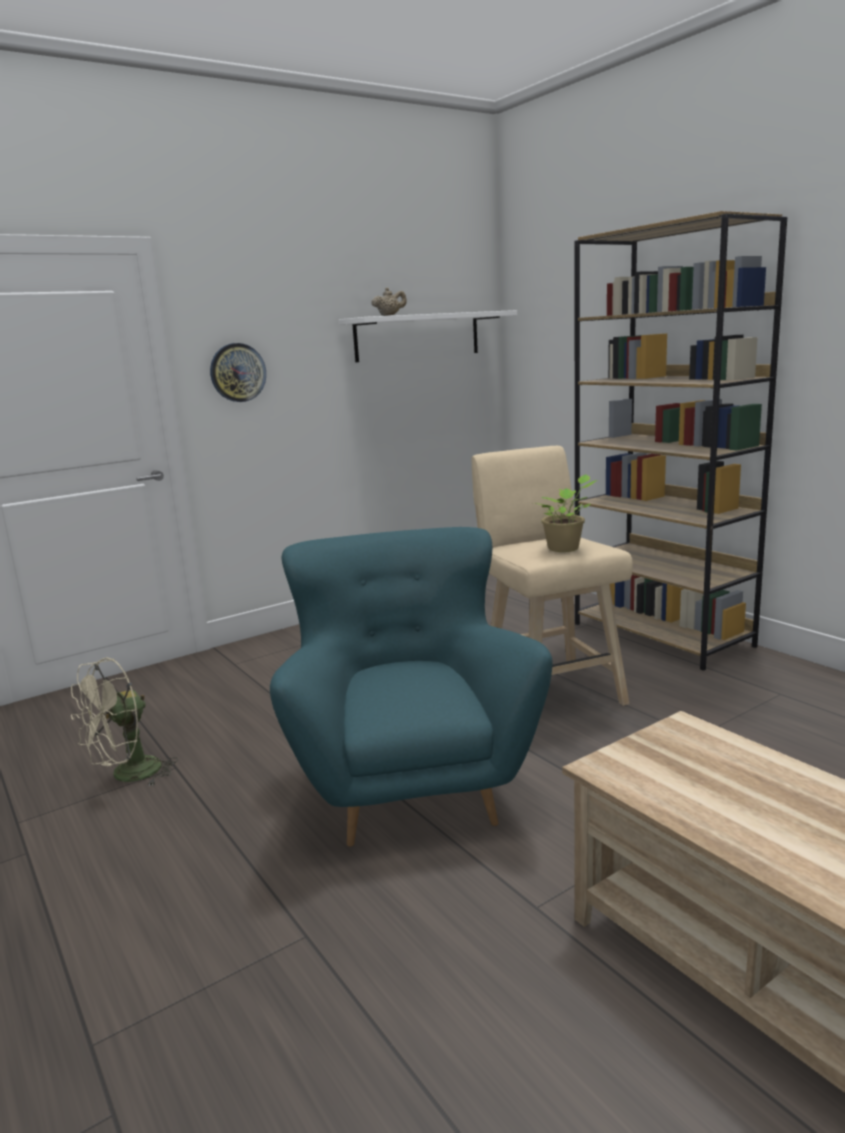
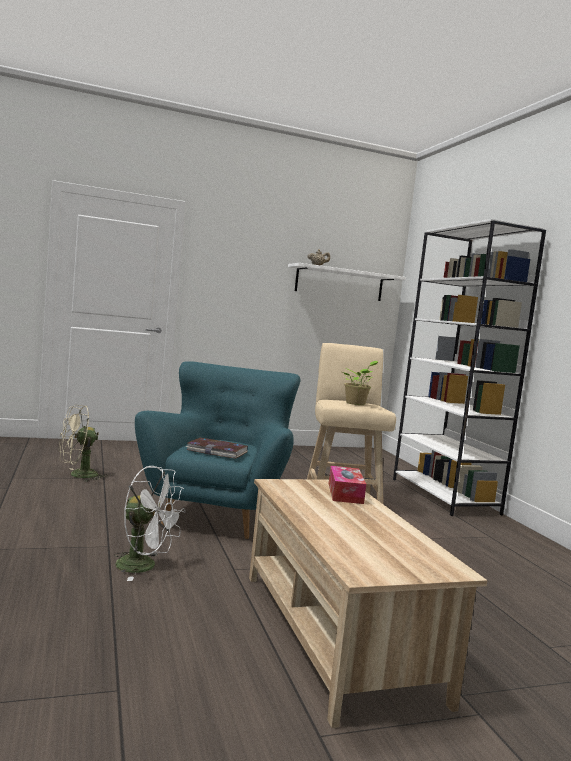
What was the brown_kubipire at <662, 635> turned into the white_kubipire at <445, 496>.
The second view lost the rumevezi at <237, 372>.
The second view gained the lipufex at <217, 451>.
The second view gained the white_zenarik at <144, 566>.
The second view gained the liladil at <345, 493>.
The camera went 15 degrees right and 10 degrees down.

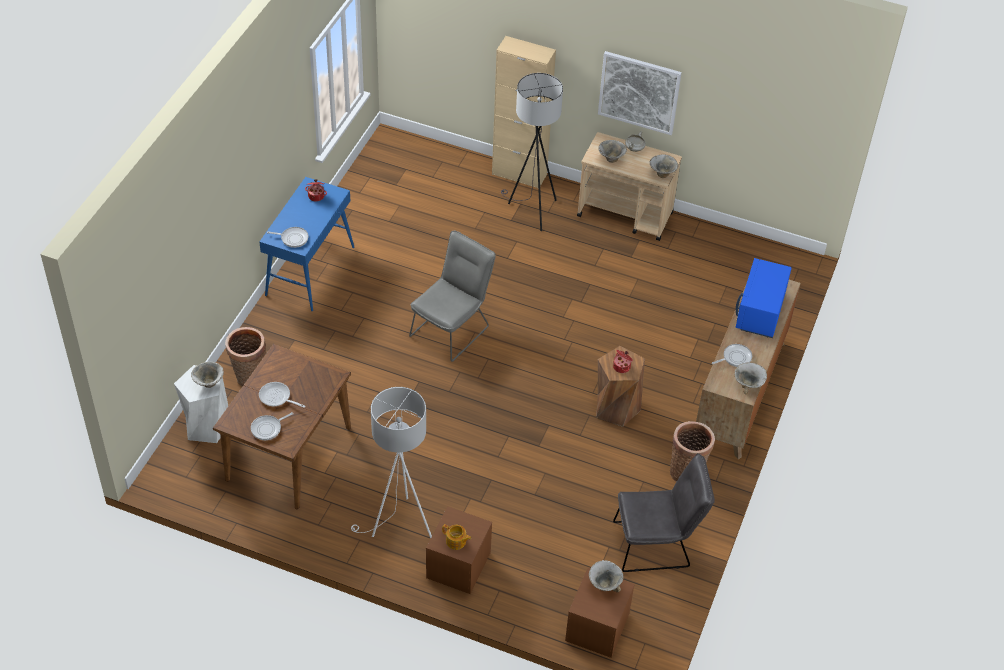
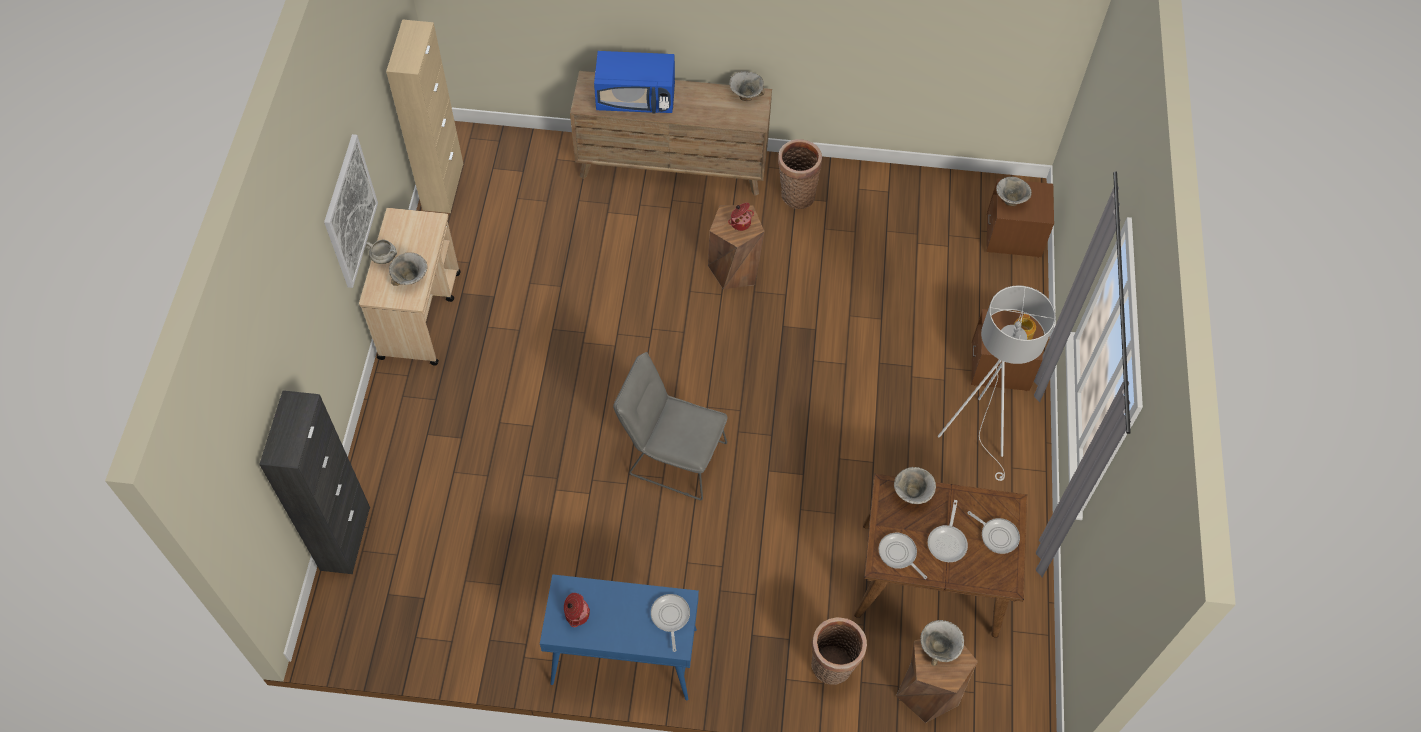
The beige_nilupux ended up elsewhere, having gone from <519, 174> to <443, 186>.
The second view lost the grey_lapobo at <531, 211>.
The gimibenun ended up elsewhere, having gone from <662, 174> to <911, 494>.
The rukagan ended up elsewhere, having gone from <735, 357> to <899, 554>.
What was the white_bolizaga at <206, 426> turned into the brown_bolizaga at <928, 691>.
The second view lost the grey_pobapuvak at <657, 544>.
The second view gained the black_nilupux at <345, 538>.
The camera went 105 degrees left and 10 degrees up.

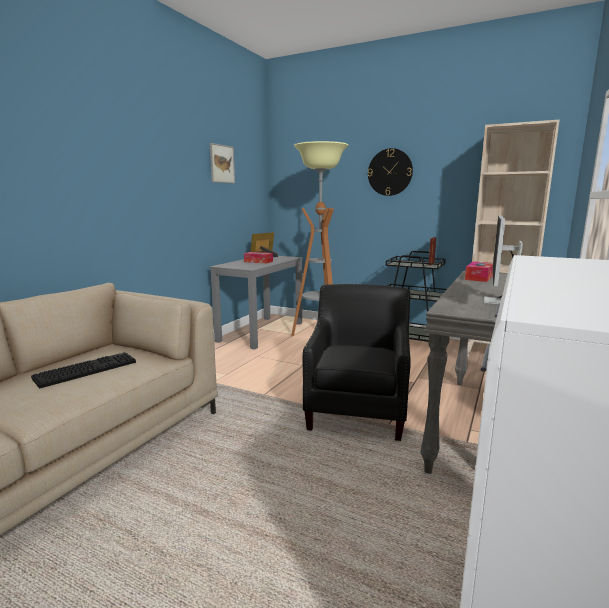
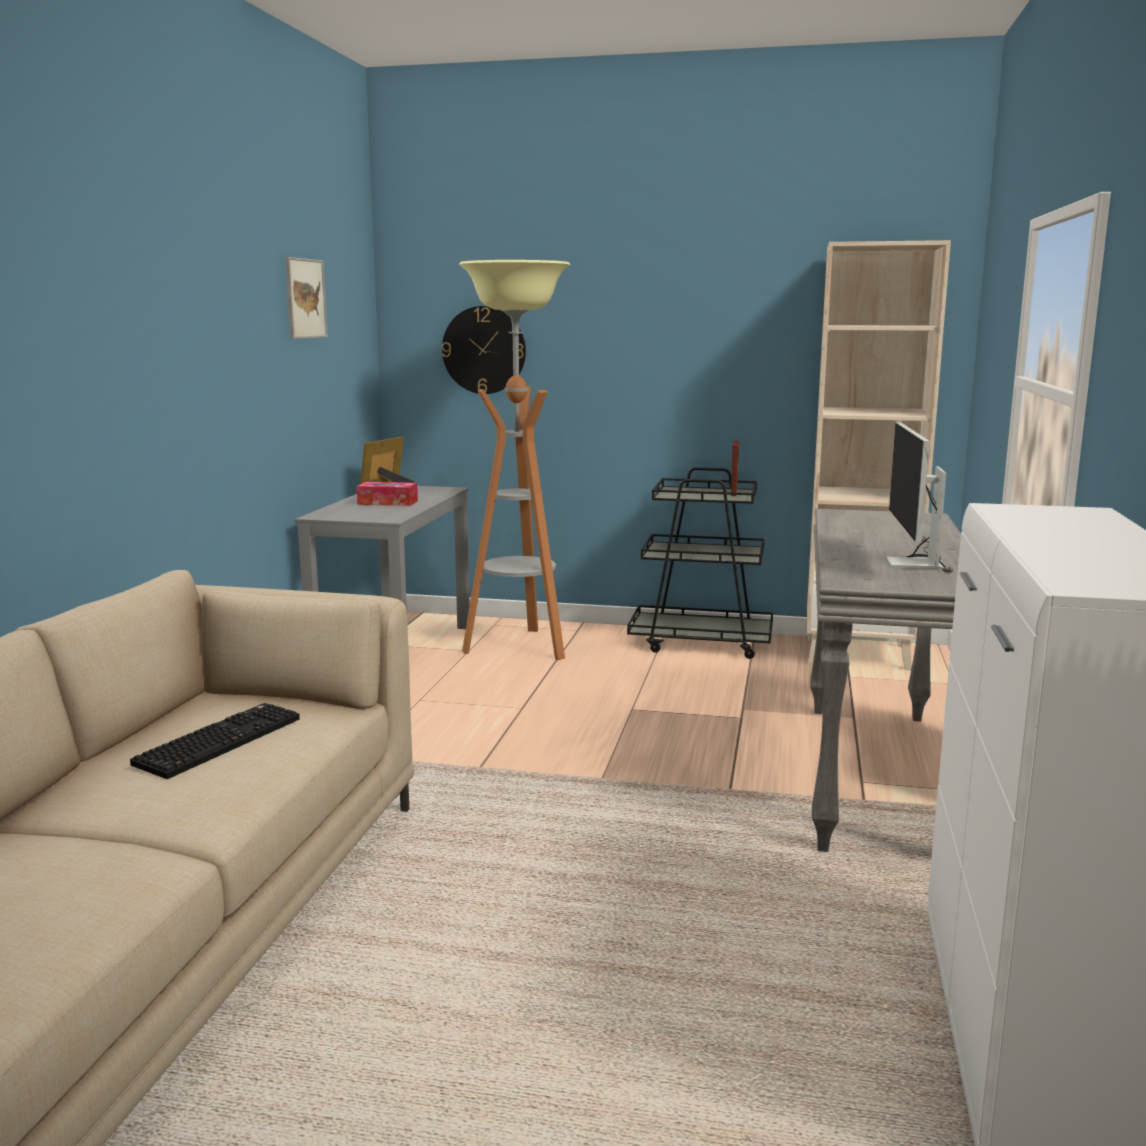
The rumevezi ended up elsewhere, having gone from <390, 172> to <484, 350>.
The second view lost the liladil at <479, 277>.
The second view lost the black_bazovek at <358, 411>.
The camera went 15 degrees left and 0 degrees up.

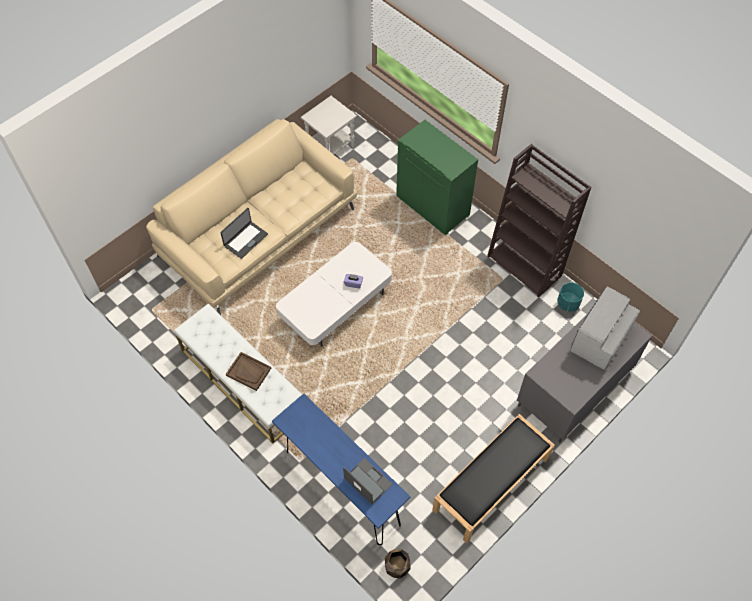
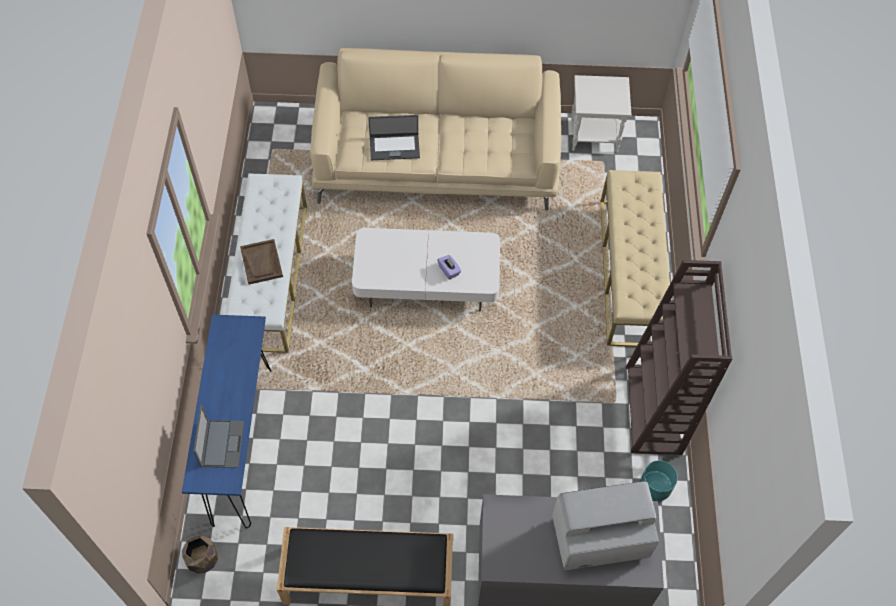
Where the green_nilupux stood at <433, 205>, the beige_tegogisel came to stand at <630, 272>.
The camera went 45 degrees right and 0 degrees up.

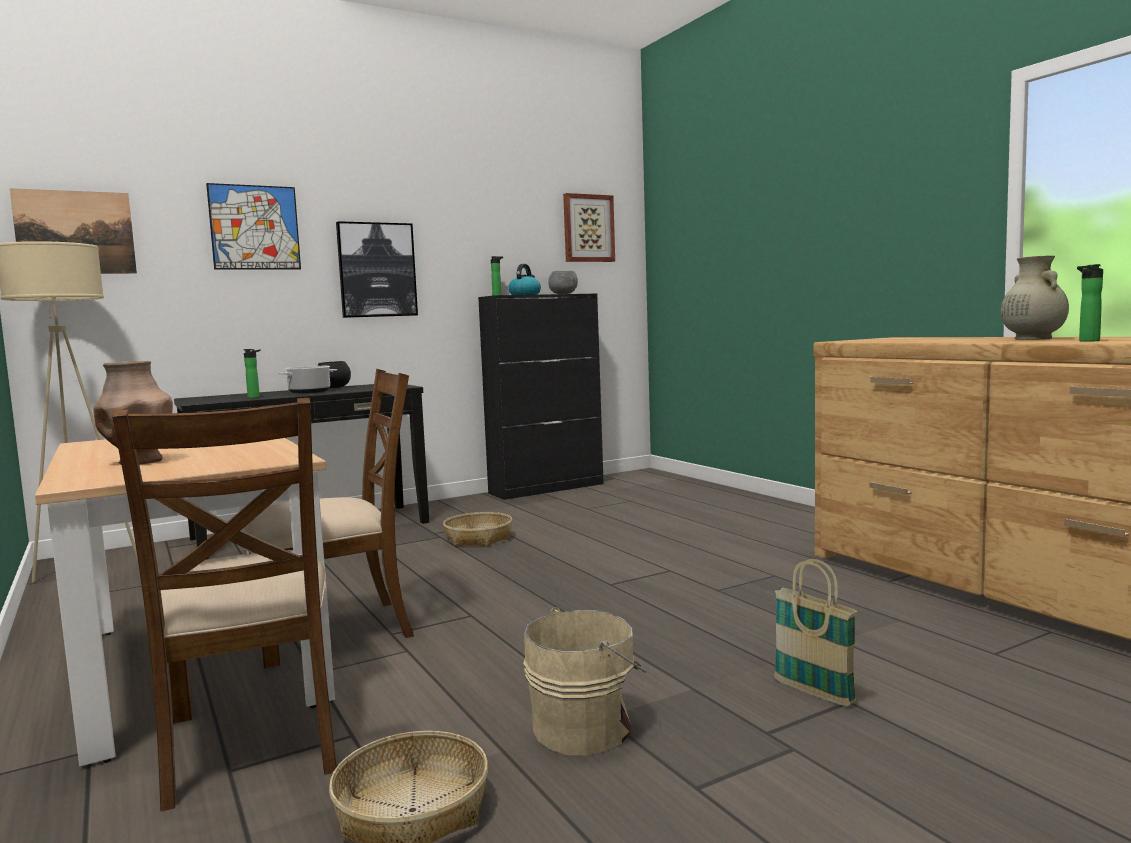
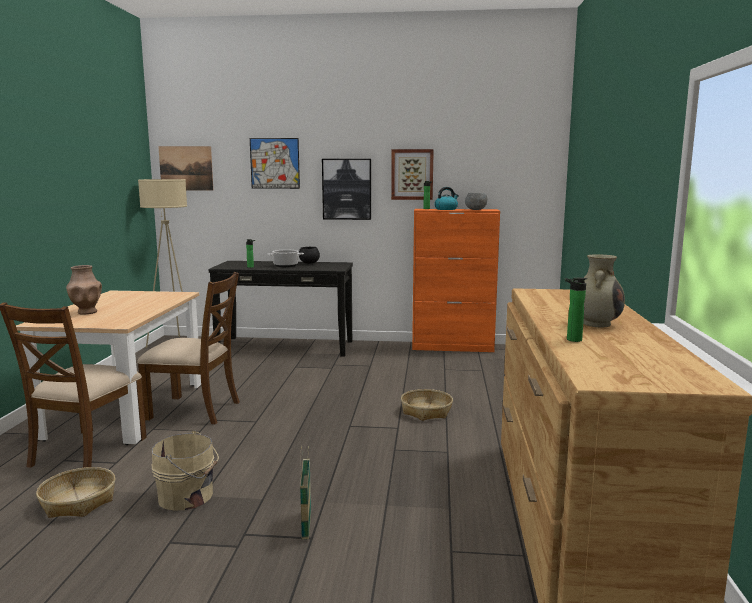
The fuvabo ended up elsewhere, having gone from <588, 228> to <412, 174>.
What was the black_nilupux at <547, 488> turned into the orange_nilupux at <453, 347>.
The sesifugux ended up elsewhere, having gone from <478, 538> to <426, 411>.
The camera went 35 degrees right and 5 degrees up.

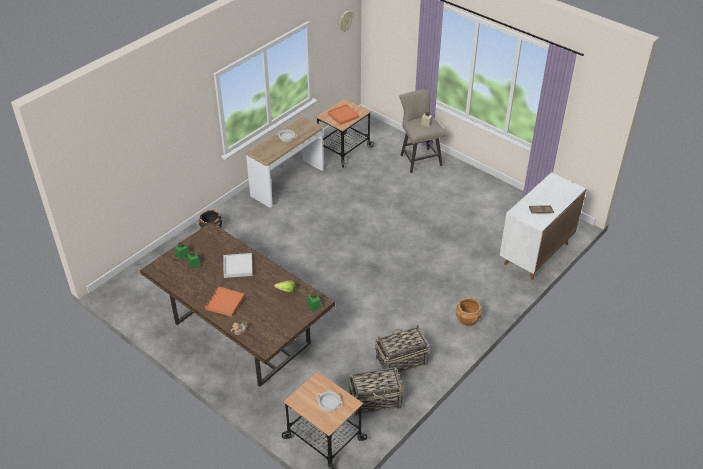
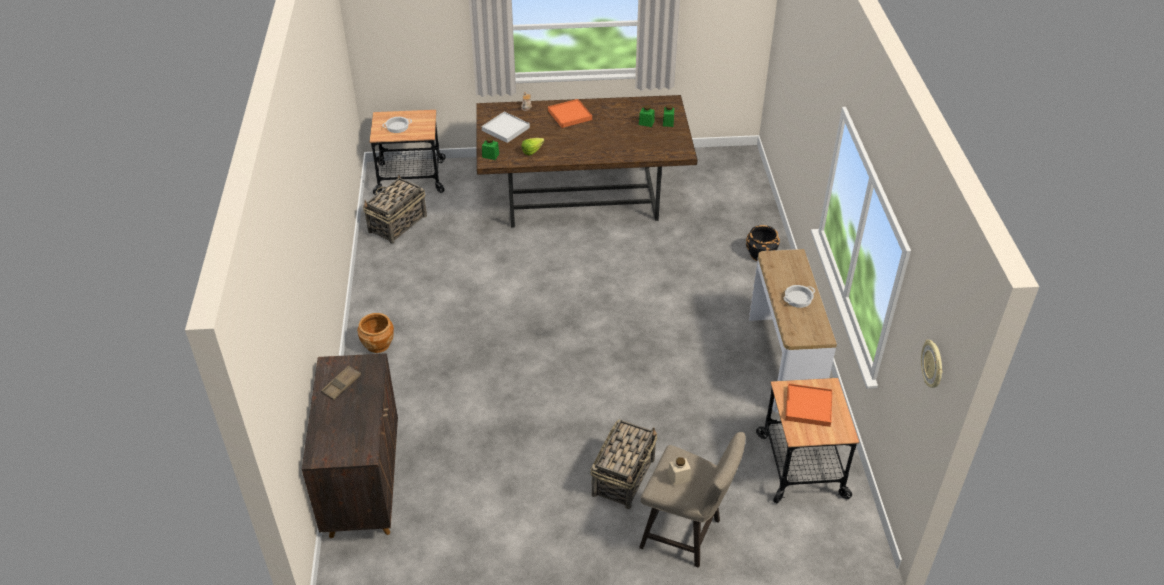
What was the white_nilupux at <536, 254> turned into the brown_nilupux at <364, 486>.
The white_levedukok ended up elsewhere, having gone from <238, 266> to <505, 129>.
The sesifugux ended up elsewhere, having gone from <401, 361> to <624, 476>.
The camera went 135 degrees right and 0 degrees up.

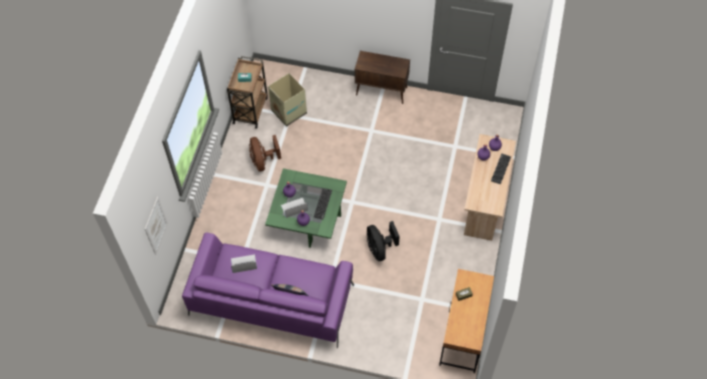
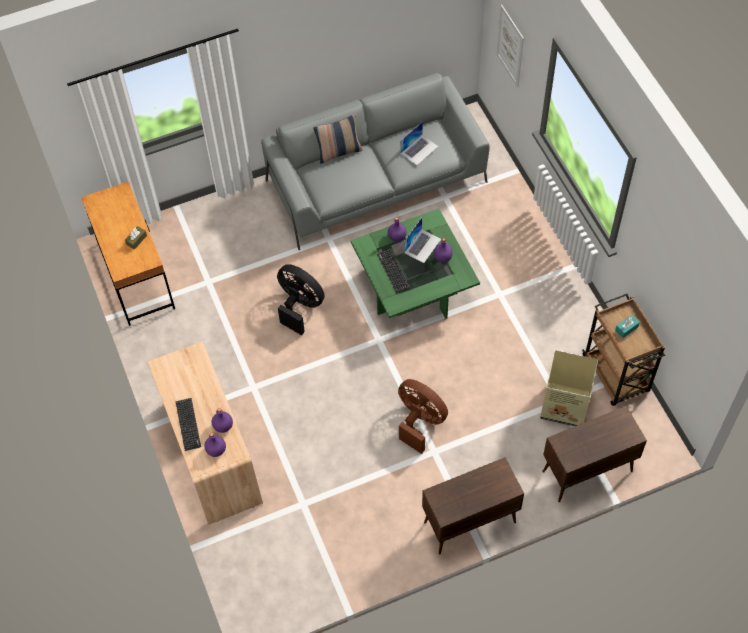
The brown_zenarik ended up elsewhere, having gone from <263, 161> to <419, 421>.
What was the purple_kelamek at <271, 299> turned into the grey_kelamek at <376, 181>.
The second view gained the brown_nilupux at <586, 472>.
The camera went 145 degrees right and 0 degrees up.

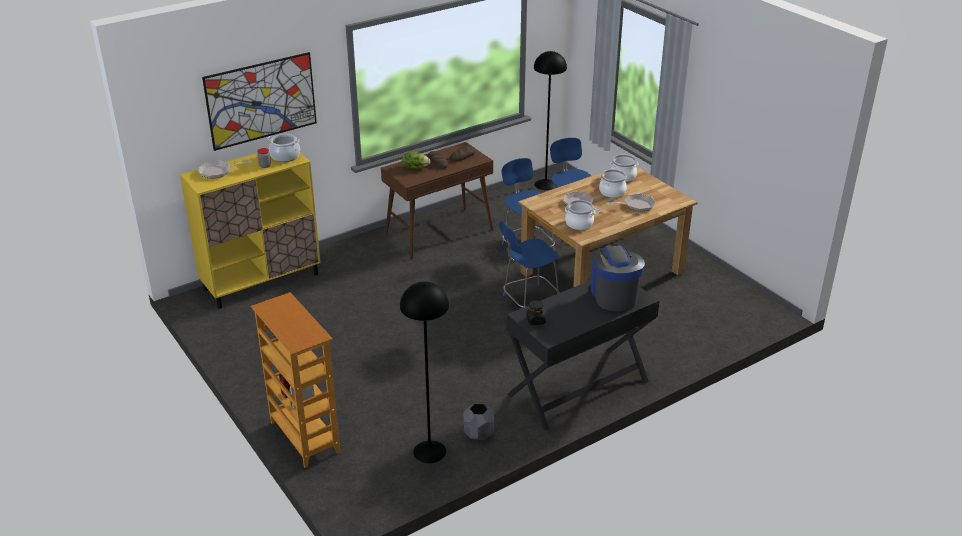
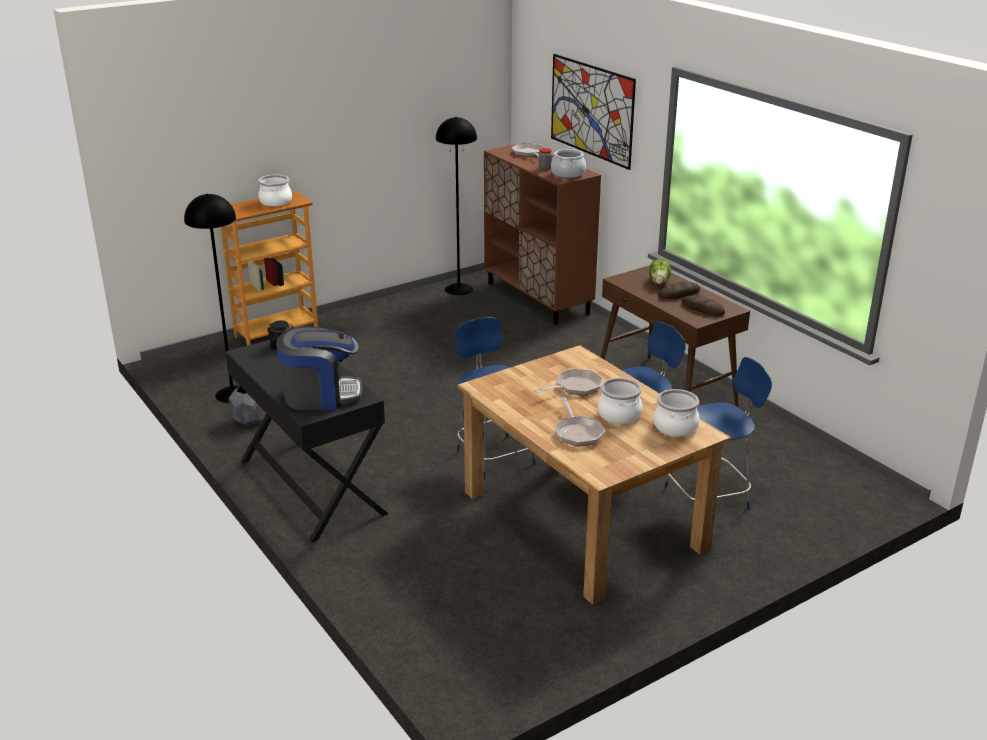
The black_lapobo ended up elsewhere, having gone from <545, 184> to <459, 289>.
What was the yellow_nilupux at <262, 282> turned into the brown_nilupux at <538, 298>.
The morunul ended up elsewhere, having gone from <579, 223> to <276, 202>.
The camera went 90 degrees right and 5 degrees down.

